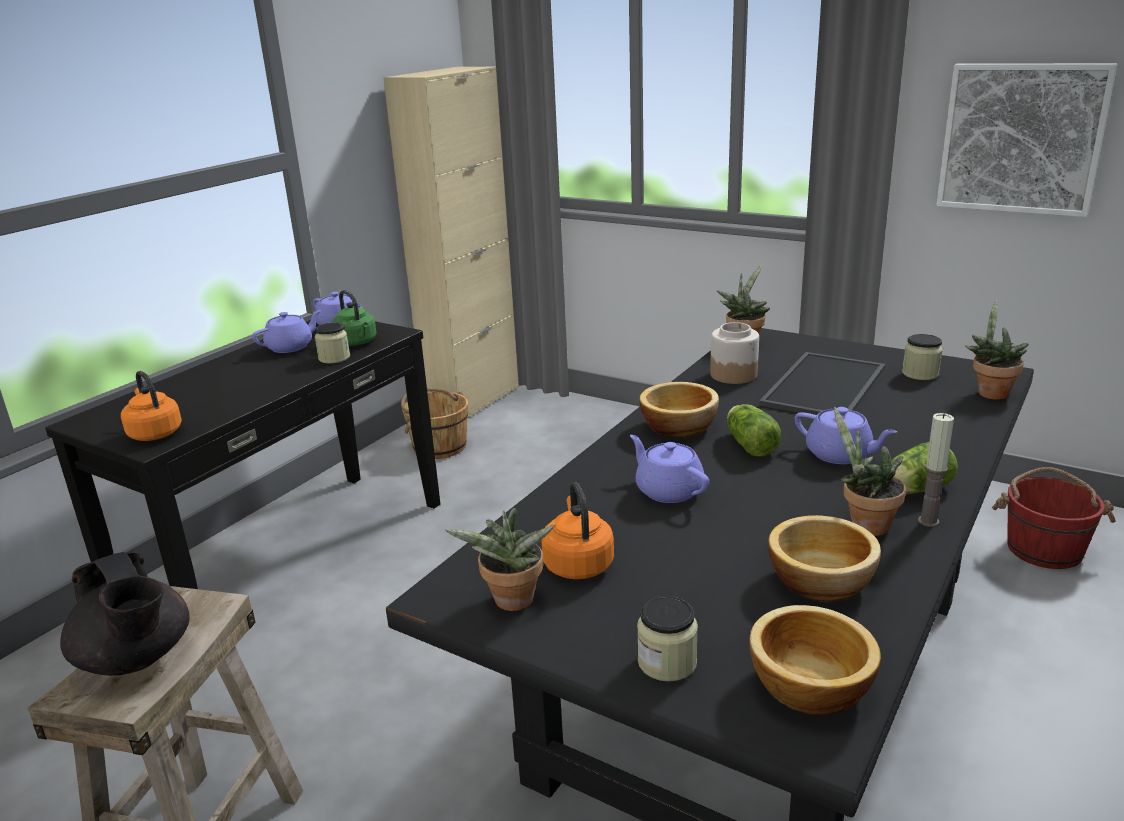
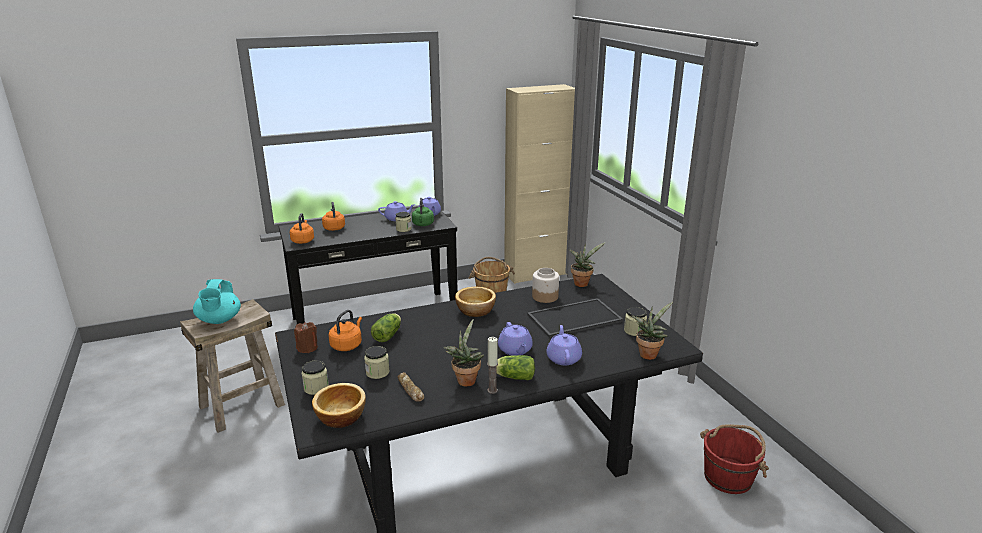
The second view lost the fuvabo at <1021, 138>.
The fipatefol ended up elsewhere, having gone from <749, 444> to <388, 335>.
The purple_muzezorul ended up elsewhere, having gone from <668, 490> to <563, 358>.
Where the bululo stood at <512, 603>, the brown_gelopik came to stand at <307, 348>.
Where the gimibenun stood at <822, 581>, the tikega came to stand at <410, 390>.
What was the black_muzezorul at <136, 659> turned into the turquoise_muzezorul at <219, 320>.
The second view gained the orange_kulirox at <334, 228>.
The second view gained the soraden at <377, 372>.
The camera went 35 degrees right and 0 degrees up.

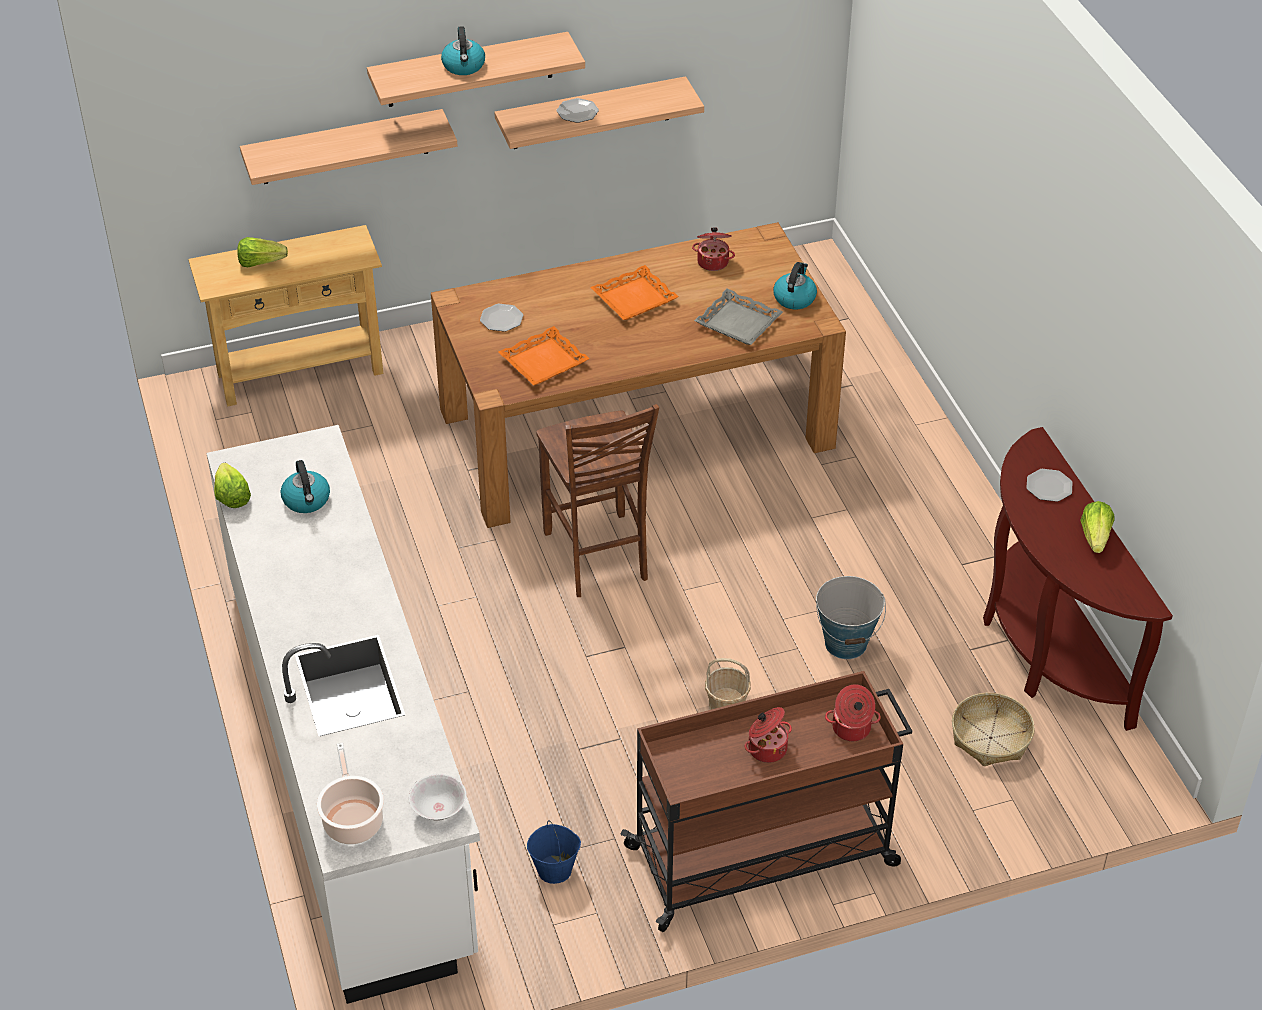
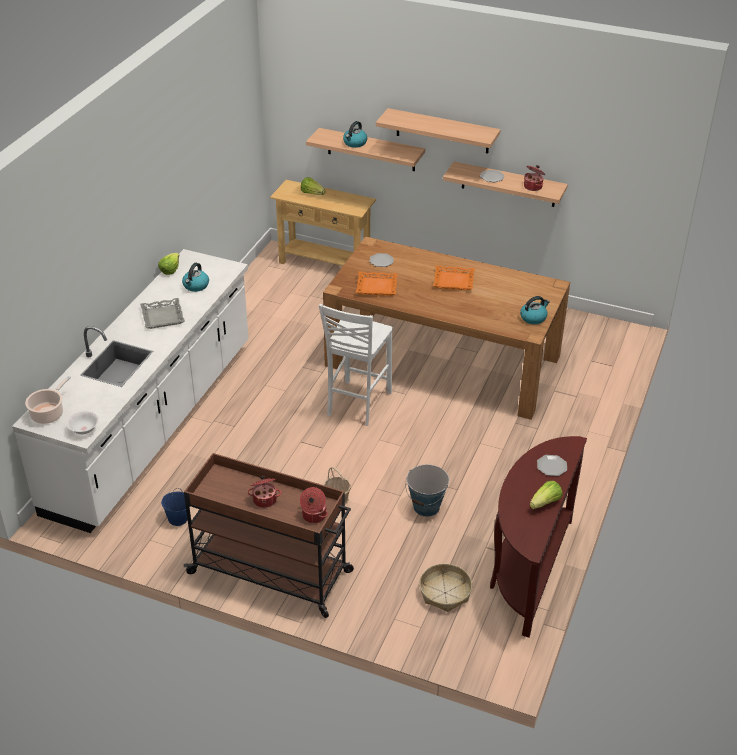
The kulirox ended up elsewhere, having gone from <464, 66> to <355, 143>.
The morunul ended up elsewhere, having gone from <713, 261> to <533, 186>.
The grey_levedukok ended up elsewhere, having gone from <738, 323> to <162, 317>.
What was the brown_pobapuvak at <597, 557> turned into the white_pobapuvak at <357, 404>.
The camera went 40 degrees right and 5 degrees down.

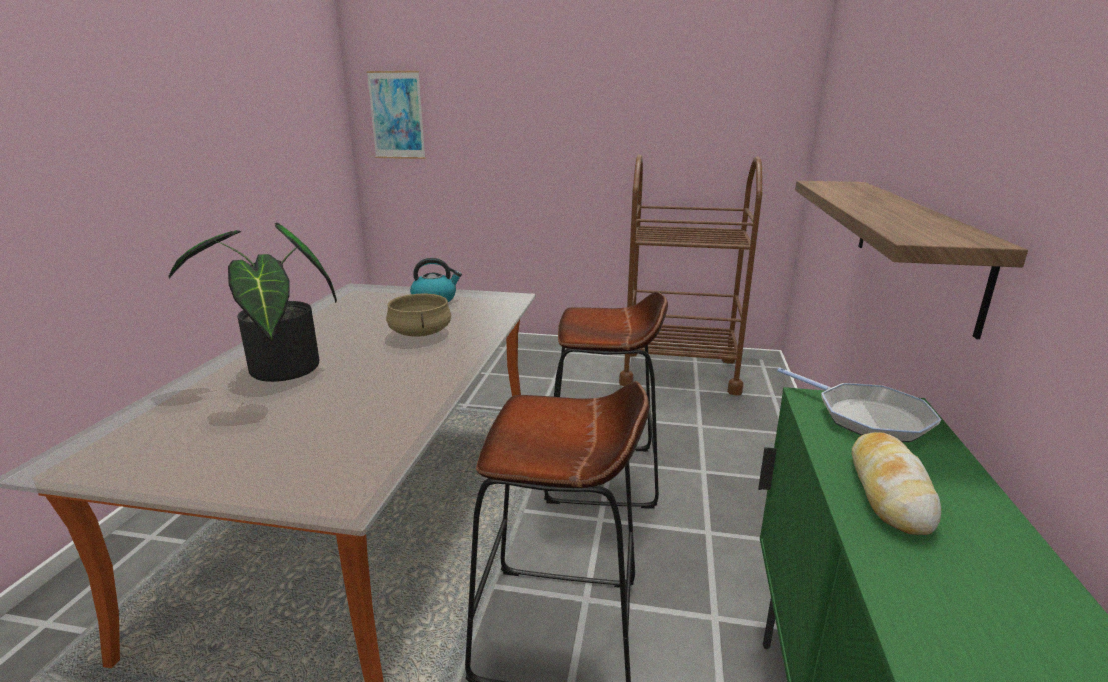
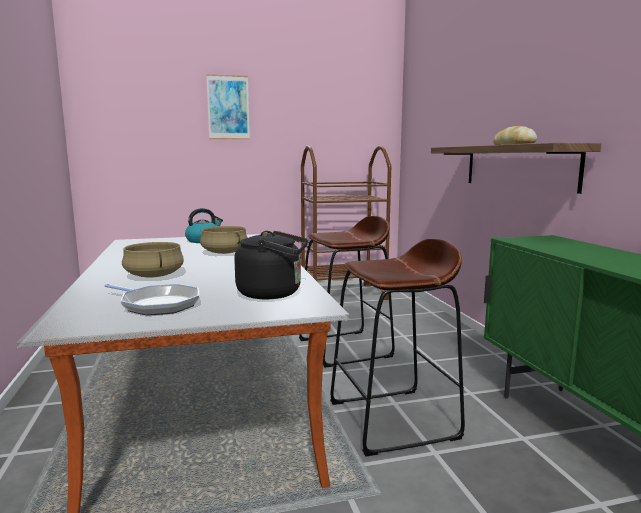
The fuvabo ended up elsewhere, having gone from <397, 115> to <228, 107>.
Where the bululo stood at <280, 372>, the beige_morunul came to stand at <155, 276>.
The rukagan ended up elsewhere, having gone from <867, 417> to <157, 304>.
The tikega ended up elsewhere, having gone from <888, 491> to <513, 144>.
The second view gained the black_kulirox at <273, 293>.
The camera went 25 degrees left and 10 degrees down.

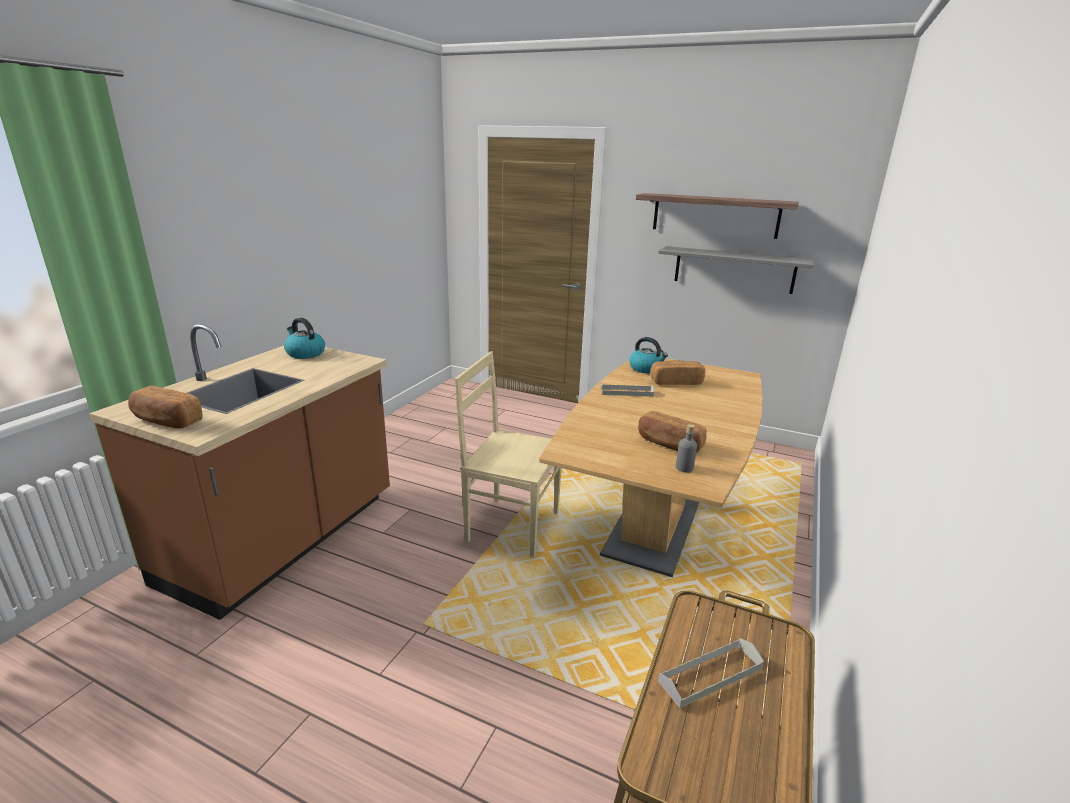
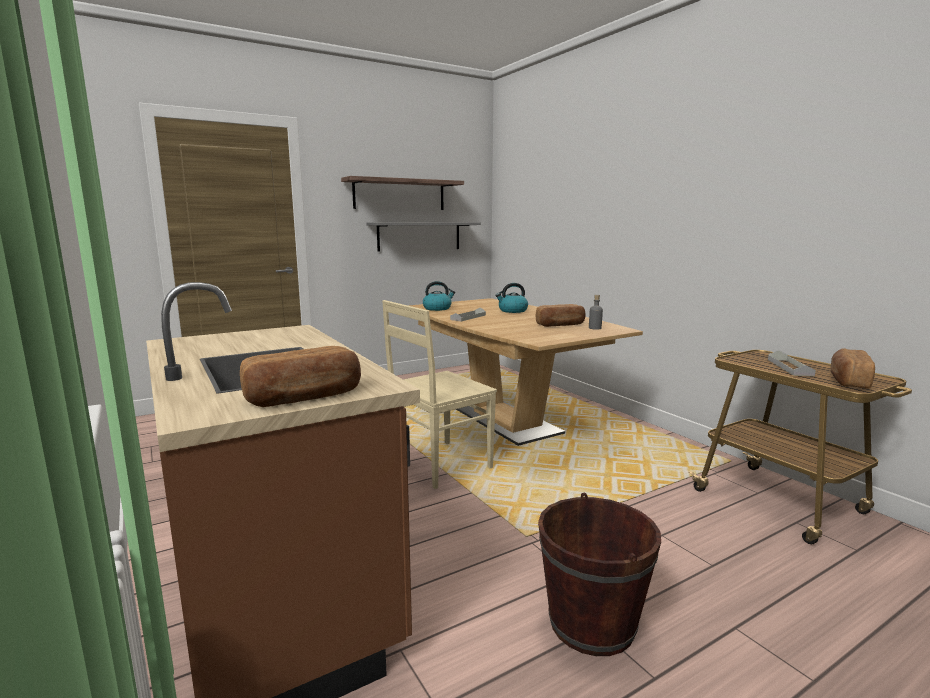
The kulirox ended up elsewhere, having gone from <305, 353> to <512, 311>.
The tikega ended up elsewhere, having gone from <675, 382> to <848, 381>.
The second view gained the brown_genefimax at <591, 624>.
The camera went 55 degrees left and 10 degrees down.

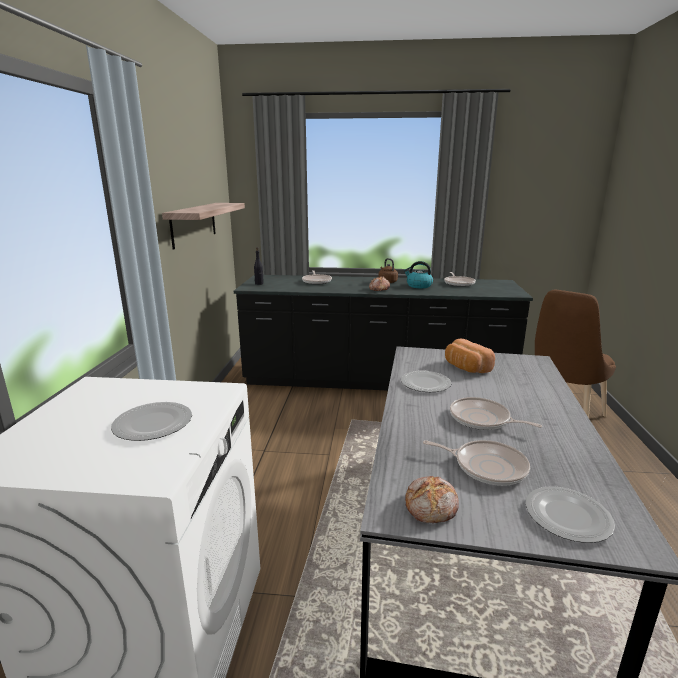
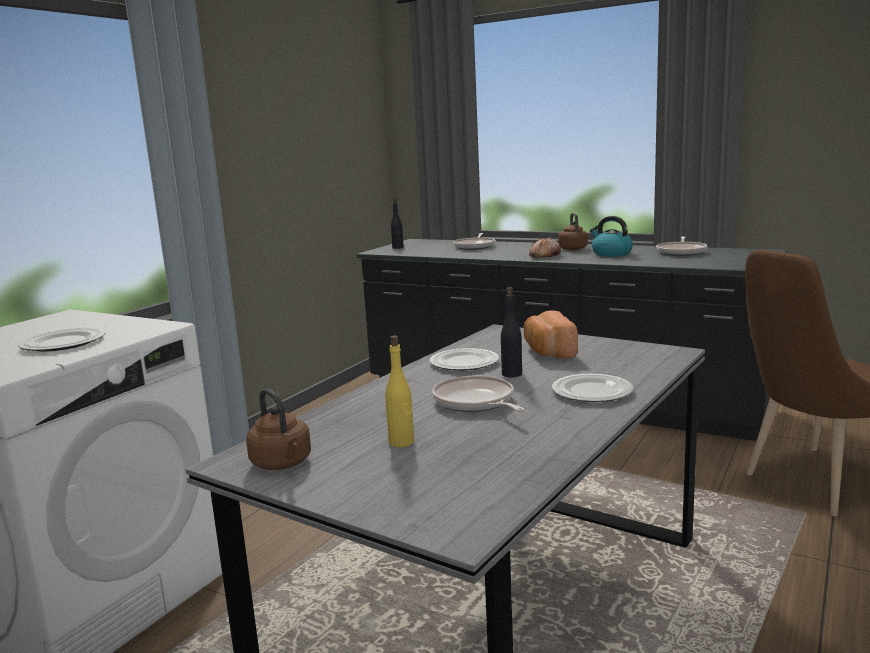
The second view lost the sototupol at <194, 224>.
Where the rukagan stood at <486, 466>, the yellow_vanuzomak came to stand at <401, 442>.
Where the tikega stood at <432, 507>, the brown_kulirox came to stand at <282, 464>.
The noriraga ended up elsewhere, having gone from <567, 515> to <593, 391>.
The second view gained the black_vanuzomak at <511, 374>.
The camera went 25 degrees right and 5 degrees down.

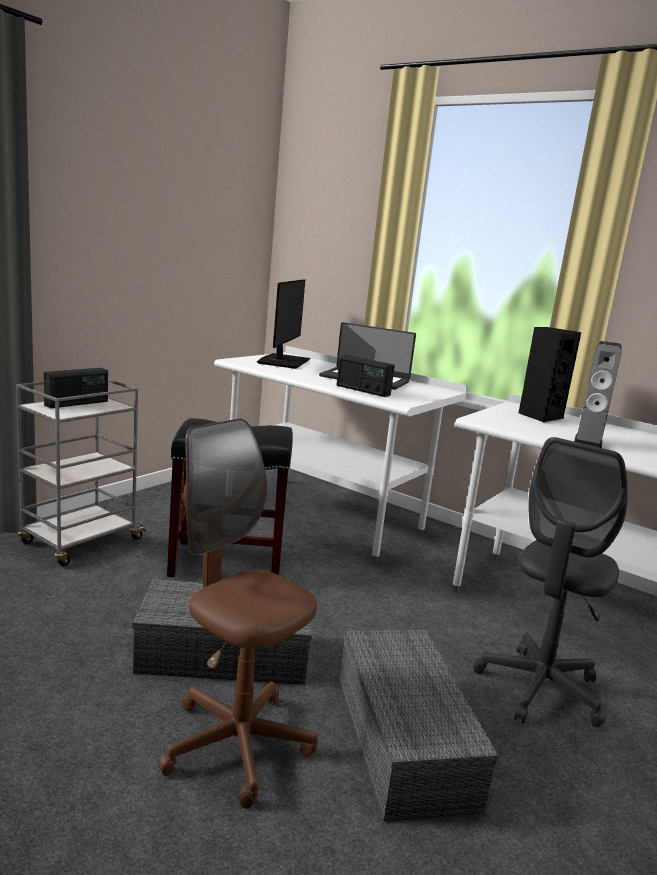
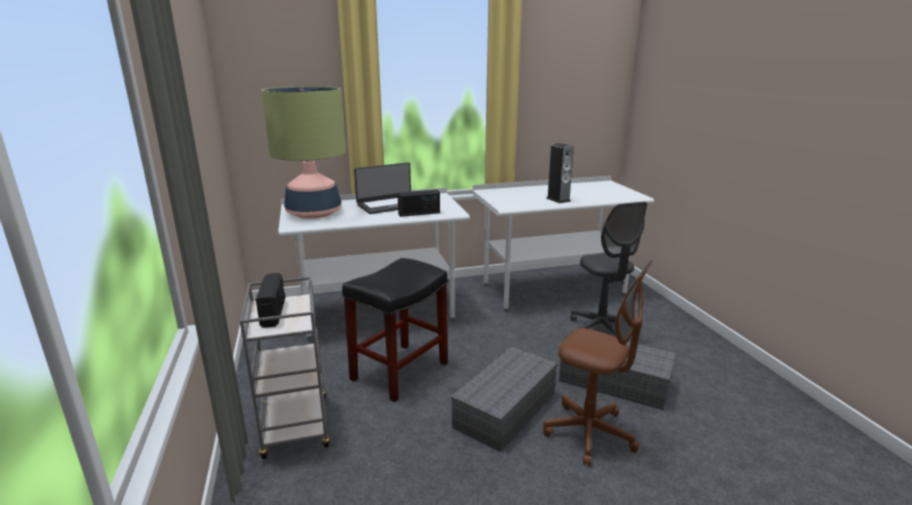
Where the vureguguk stood at <283, 361>, the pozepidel came to stand at <313, 212>.
The second view lost the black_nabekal at <539, 416>.
The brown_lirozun at <236, 744> ended up facing another way, 135 degrees counterclockwise from before.
The camera went 50 degrees left and 5 degrees up.

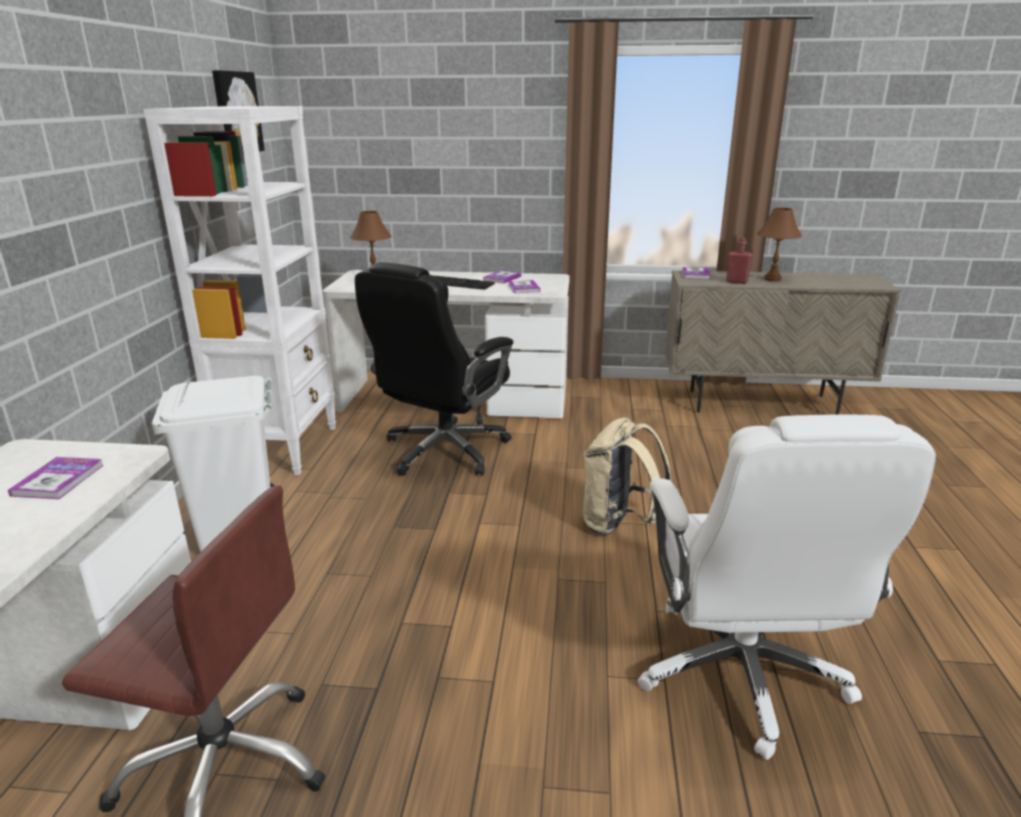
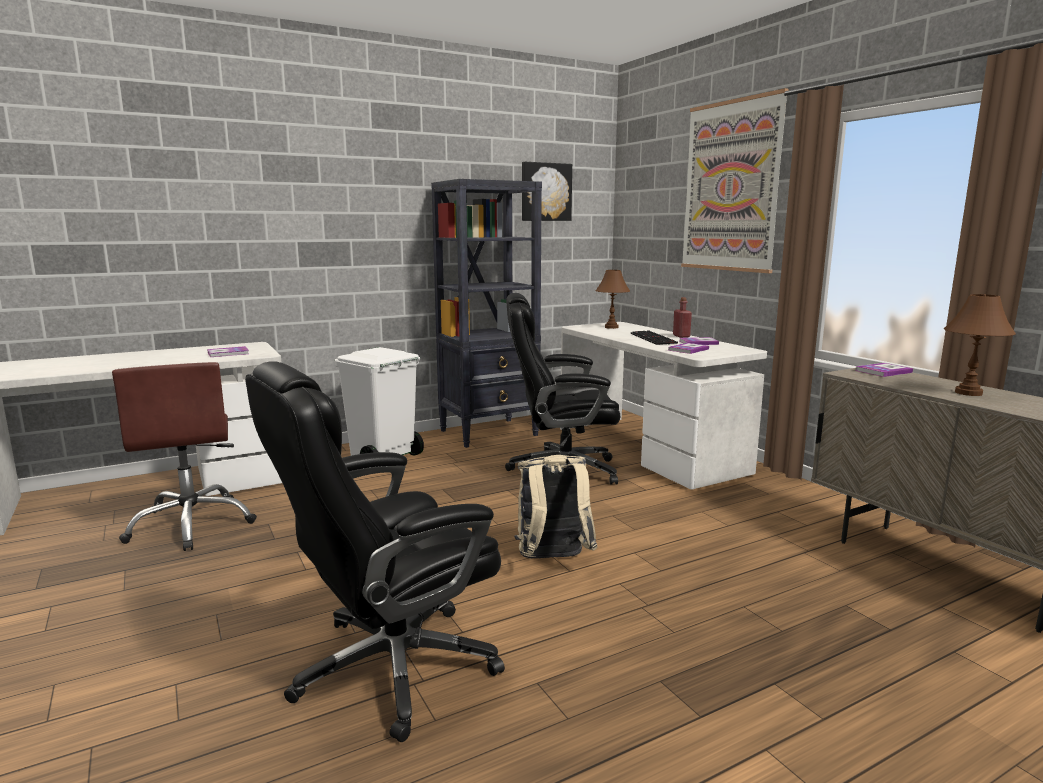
What was the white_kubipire at <281, 447> turned into the black_kubipire at <490, 433>.
The red_vanuzomak ended up elsewhere, having gone from <736, 282> to <681, 336>.
What was the white_lirozun at <742, 675> turned into the black_lirozun at <390, 668>.
The second view gained the fuvabo at <730, 187>.
The camera went 55 degrees right and 10 degrees down.

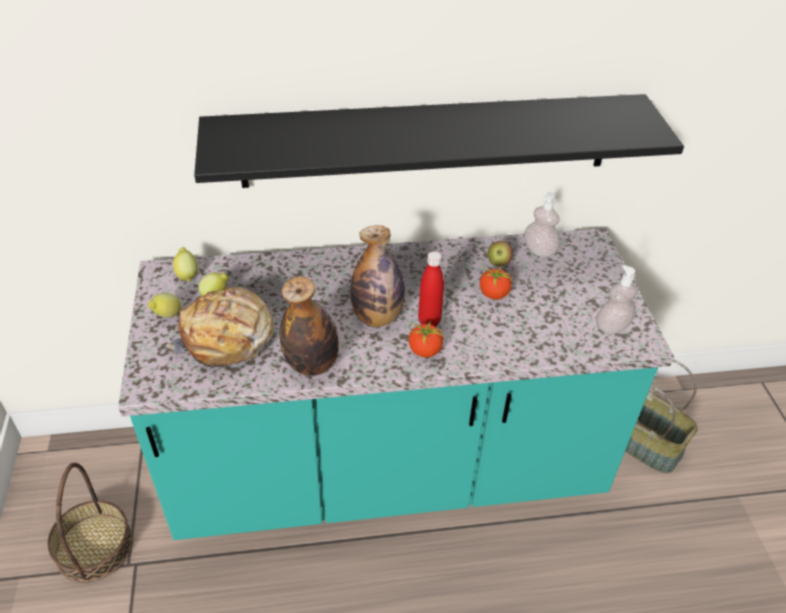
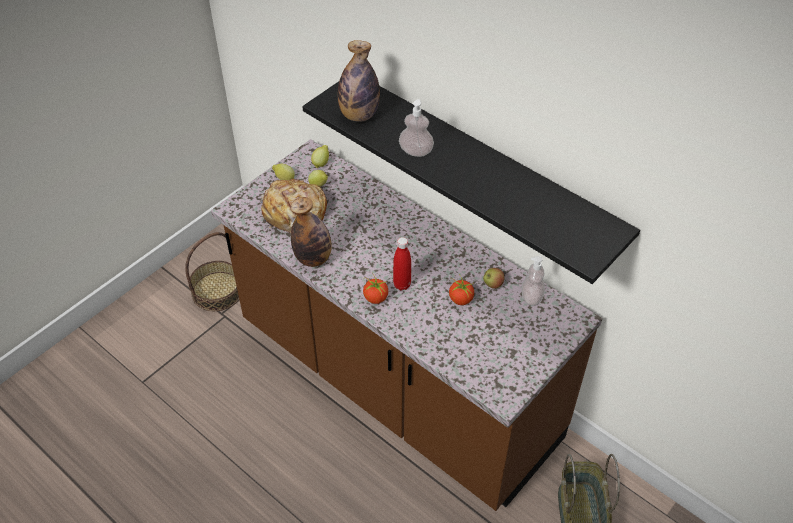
The vanuzomak ended up elsewhere, having gone from <377, 317> to <359, 115>.
What was the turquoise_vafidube at <388, 472> turned into the brown_vafidube at <396, 383>.
The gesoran ended up elsewhere, having gone from <612, 327> to <416, 151>.
The camera went 50 degrees right and 5 degrees up.

